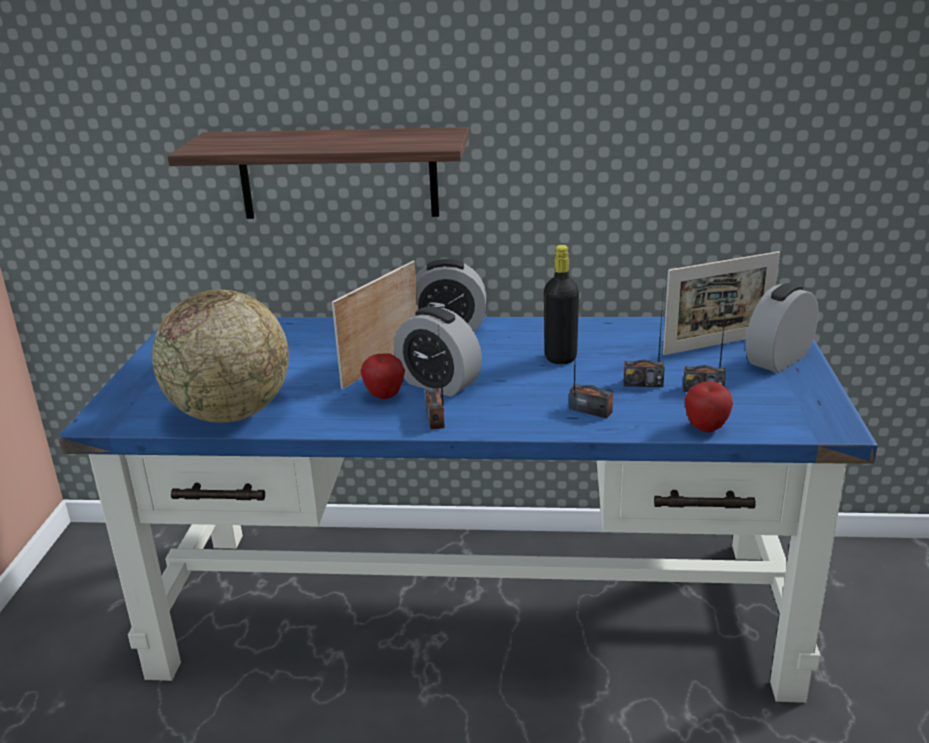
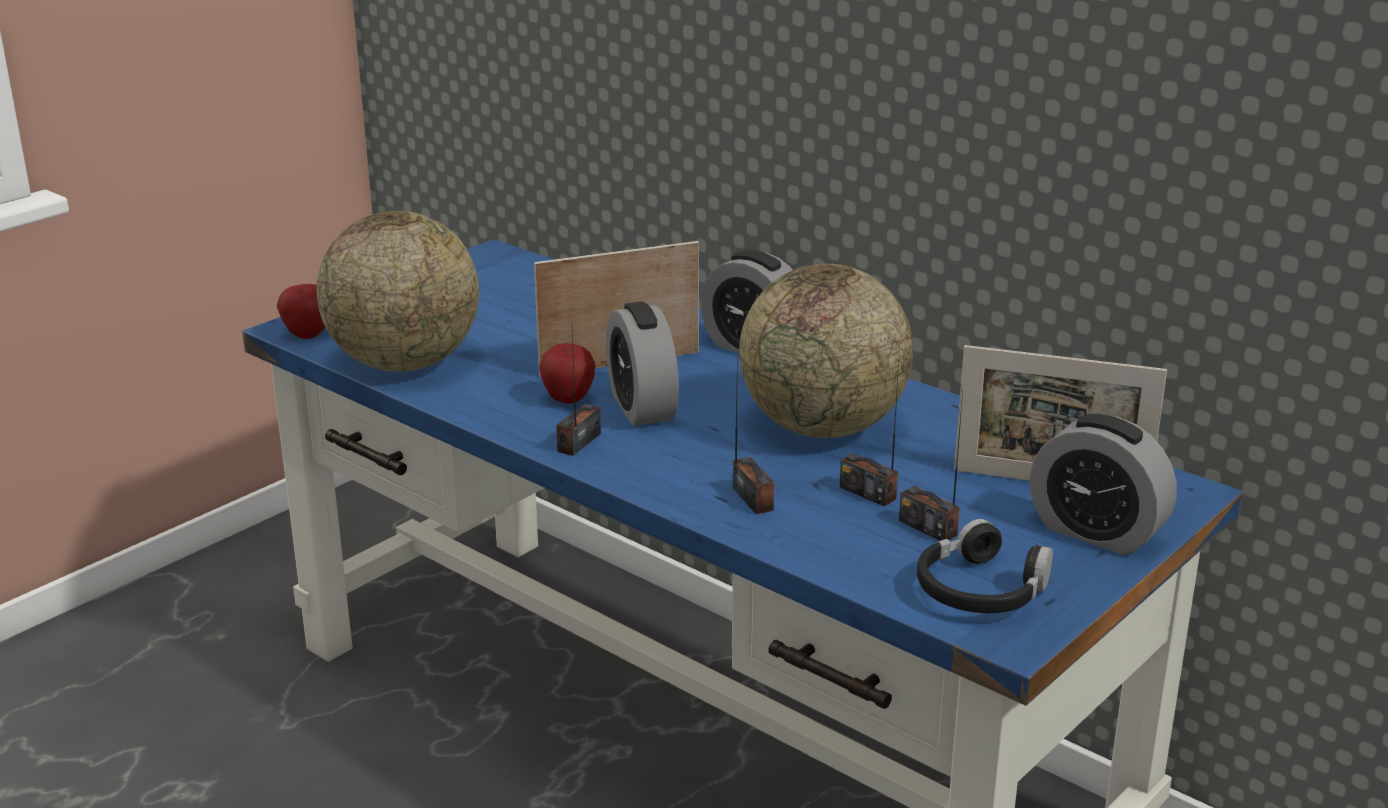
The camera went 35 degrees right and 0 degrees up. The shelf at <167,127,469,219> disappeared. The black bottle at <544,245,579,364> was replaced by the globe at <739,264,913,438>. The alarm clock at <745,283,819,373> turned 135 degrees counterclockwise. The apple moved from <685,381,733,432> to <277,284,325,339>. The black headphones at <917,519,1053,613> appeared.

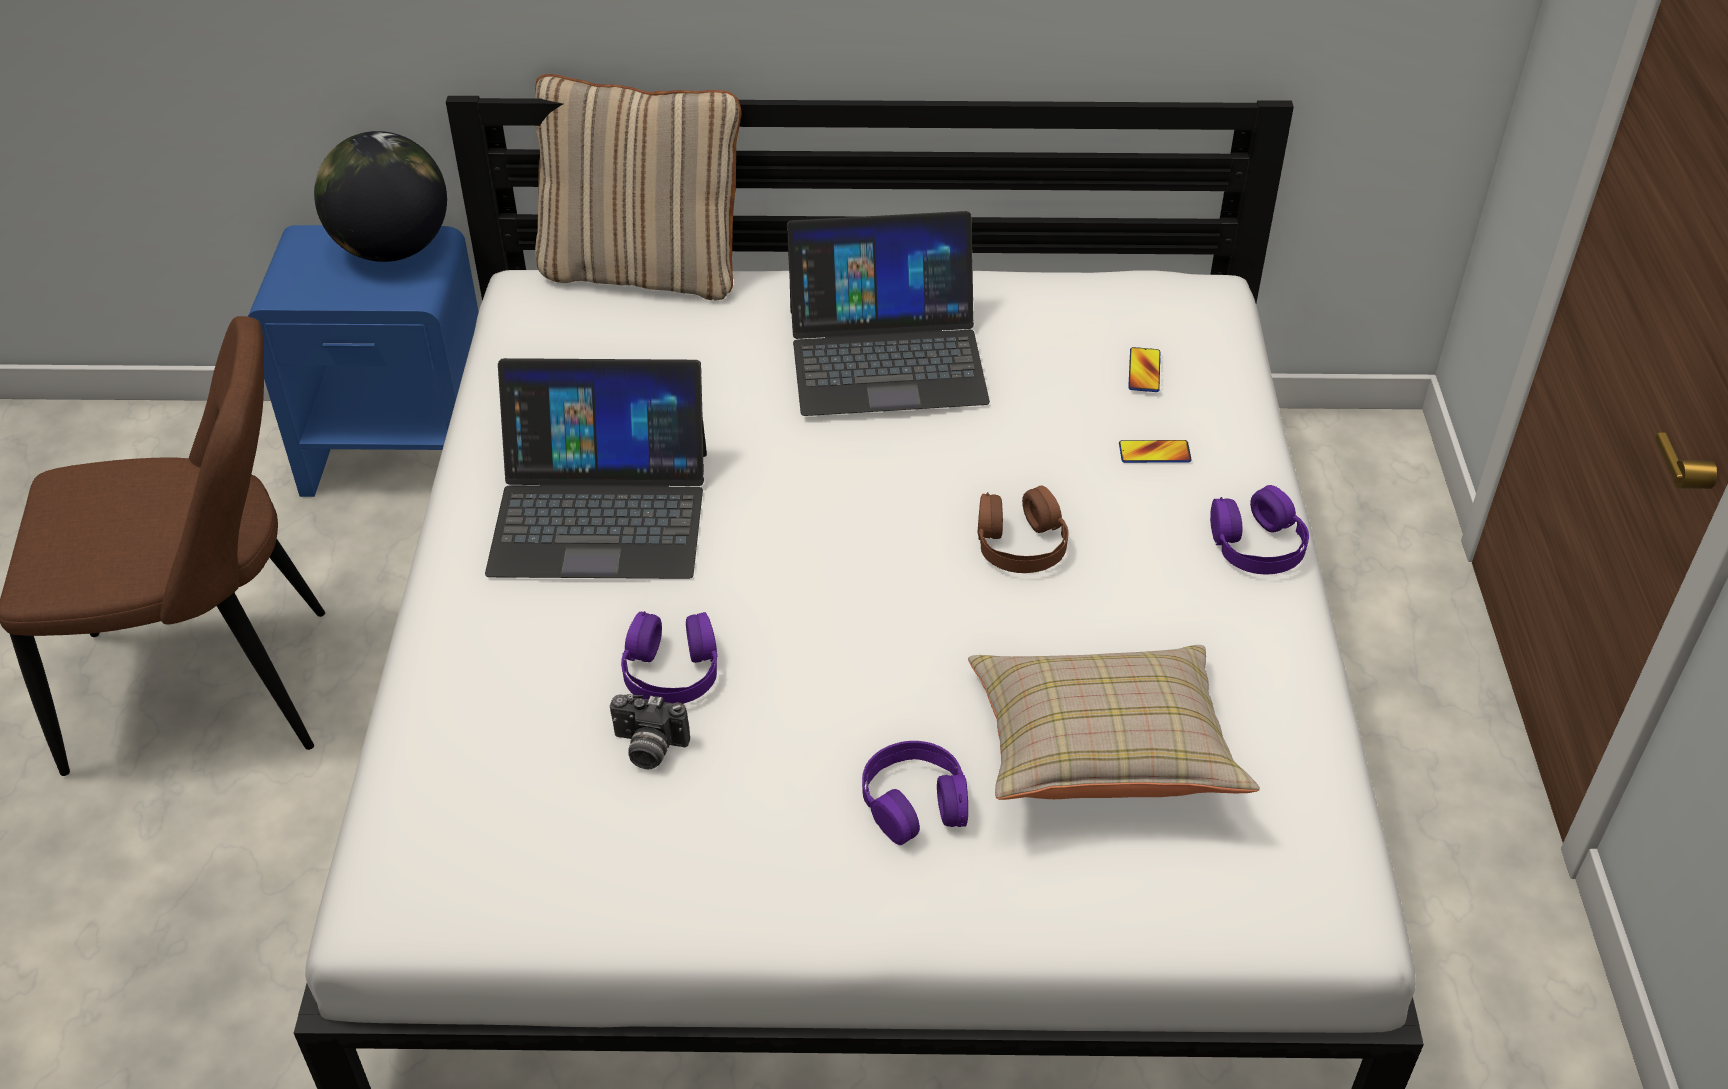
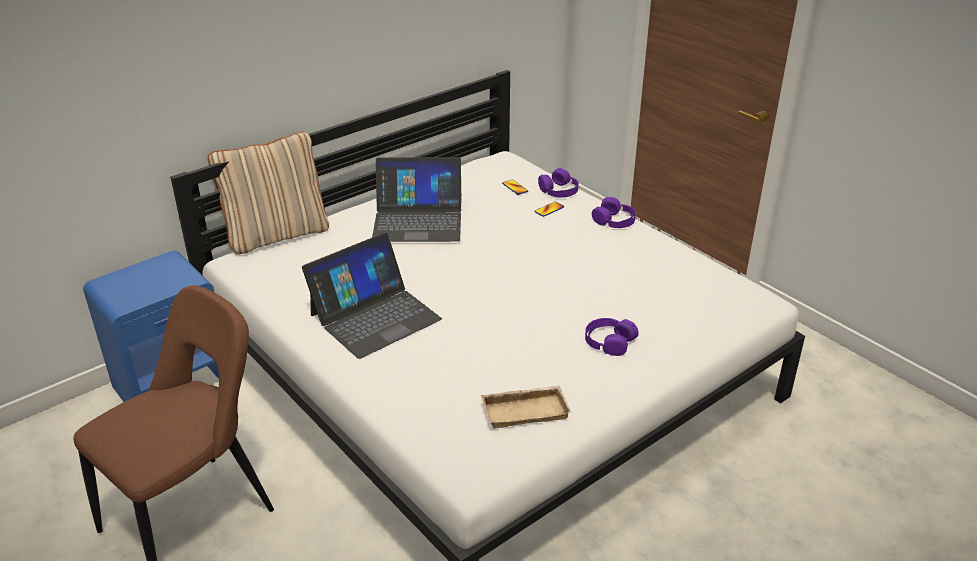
The camera went 40 degrees left and 10 degrees down. The globe at <314,131,447,262> disappeared. The laptop at <787,211,990,416> turned 45 degrees clockwise. The brown headphones at <978,485,1069,573> disappeared. The purple headphones moved from <621,611,718,704> to <538,168,579,198>. The beige pillow at <968,645,1260,800> disappeared. The photo camera at <610,694,690,769> disappeared. The beige tray at <481,385,571,428> appeared.

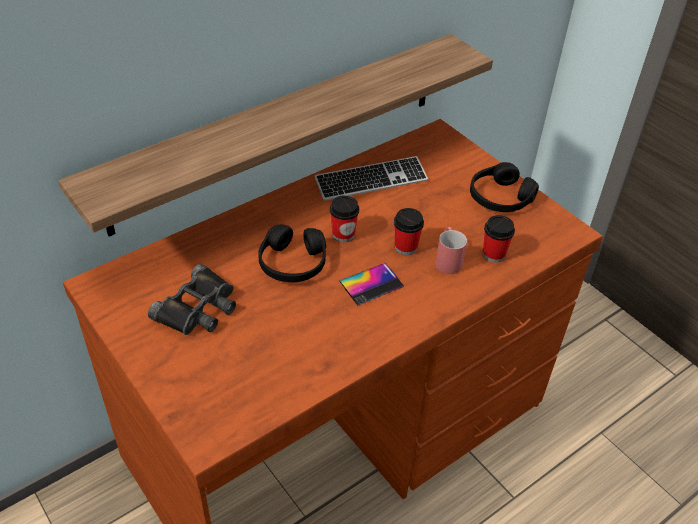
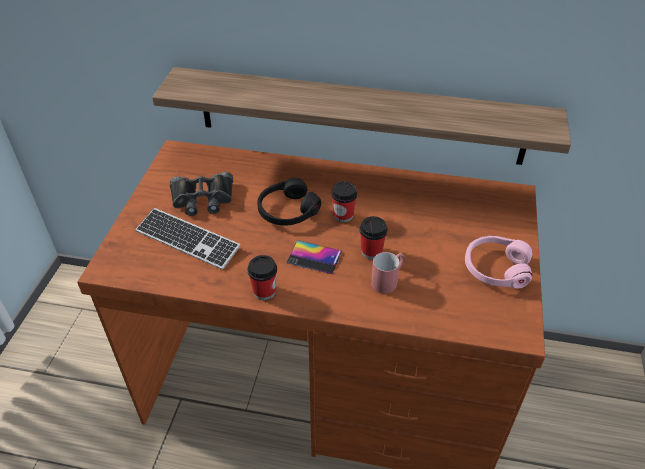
The camera went 50 degrees right and 0 degrees up. The keyboard moved from <314,156,428,201> to <135,208,241,270>. The black headphones at <470,162,539,212> became the pink headphones at <465,236,532,289>. The cup moved from <483,215,515,263> to <248,255,277,300>.

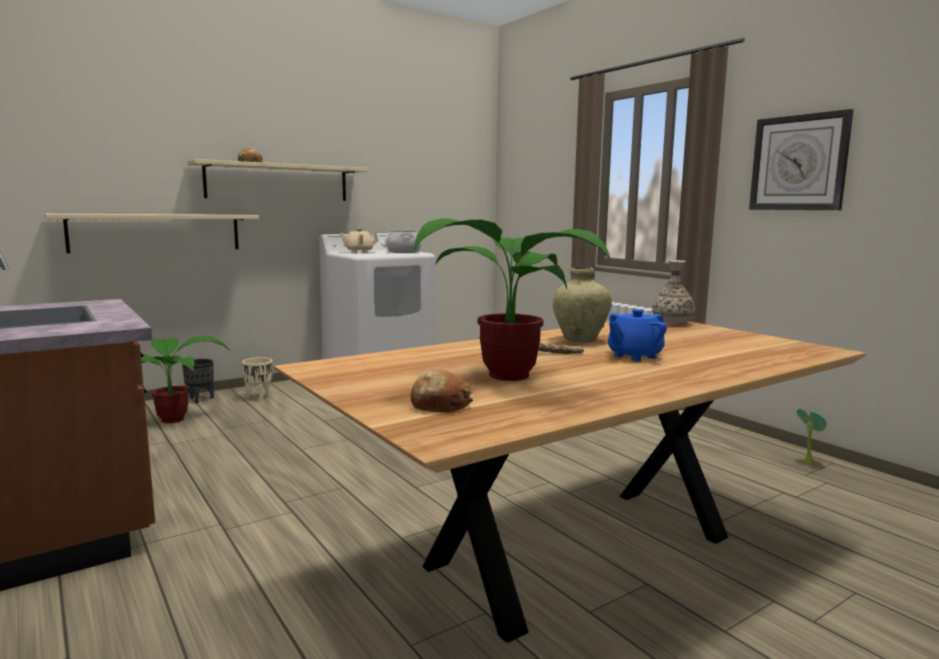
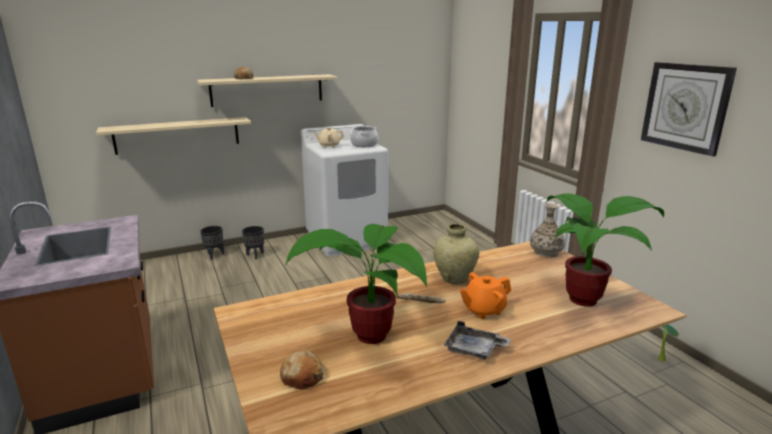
The camera went 10 degrees right and 10 degrees up. The blue teapot at <608,309,667,362> became the orange teapot at <460,272,511,319>. The potted plant moved from <141,336,230,423> to <547,193,664,307>. The beige planter at <242,357,272,401> became the black planter at <242,226,264,260>. The grey tray at <443,321,511,360> appeared.

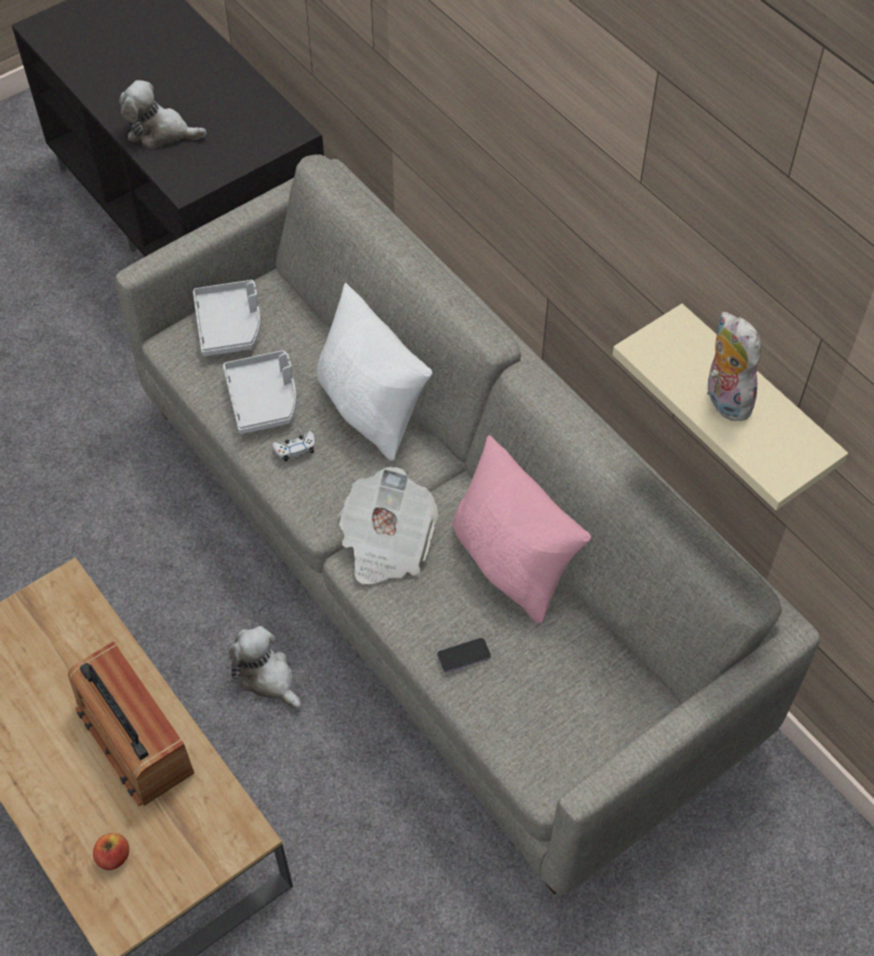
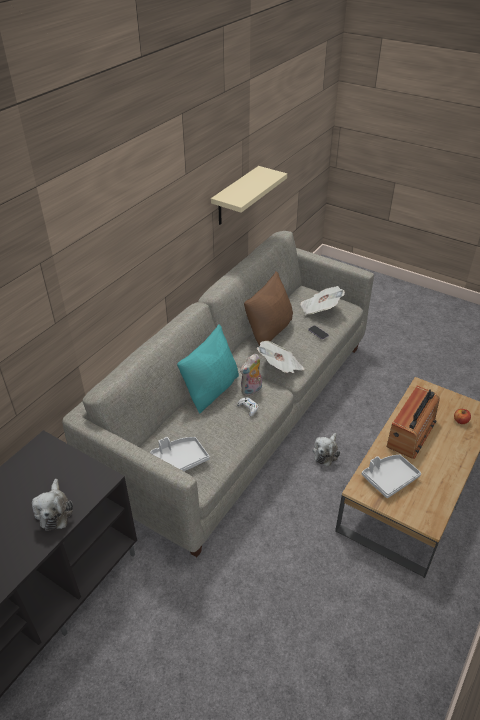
The camera went 110 degrees left and 15 degrees down. The white pillow at <317,283,432,461> became the turquoise pillow at <177,324,239,413>. The plush toy moved from <707,312,761,421> to <240,354,262,396>. The grey tray moved from <223,350,296,434> to <362,455,421,498>. The pink pillow at <452,435,591,623> became the brown pillow at <244,271,293,346>. The newspaper at <300,286,345,315> appeared.

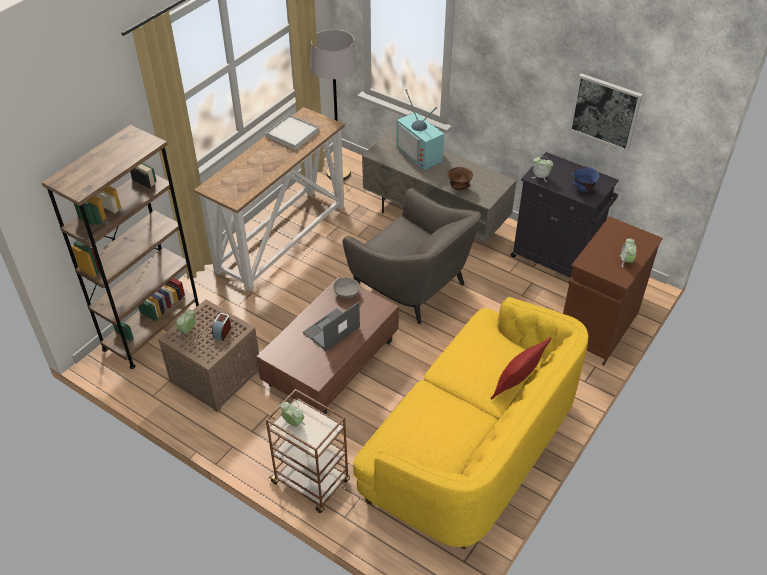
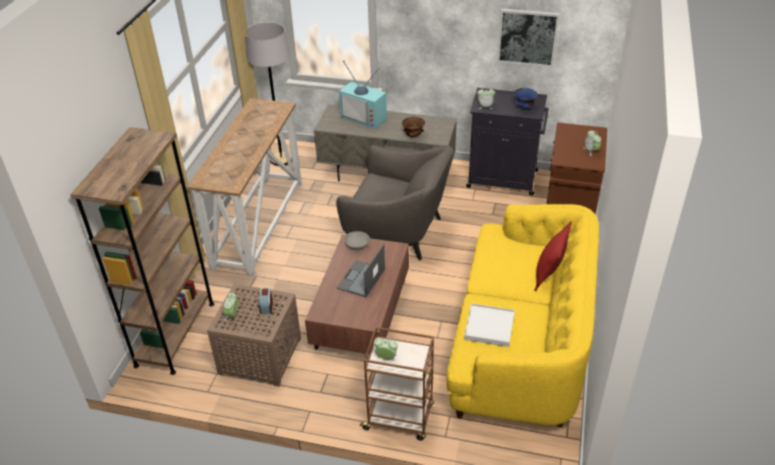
The camera went 20 degrees left and 5 degrees down. The white tray moved from <266,115,319,150> to <464,303,515,347>.

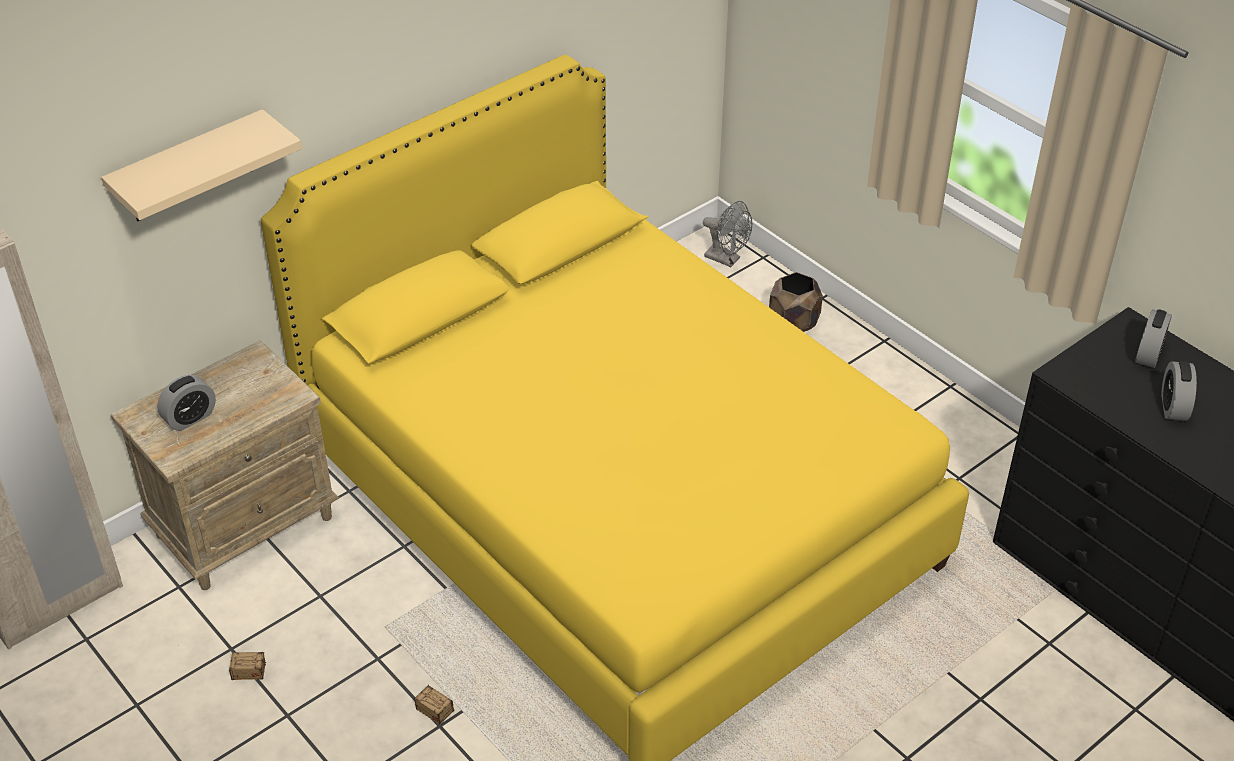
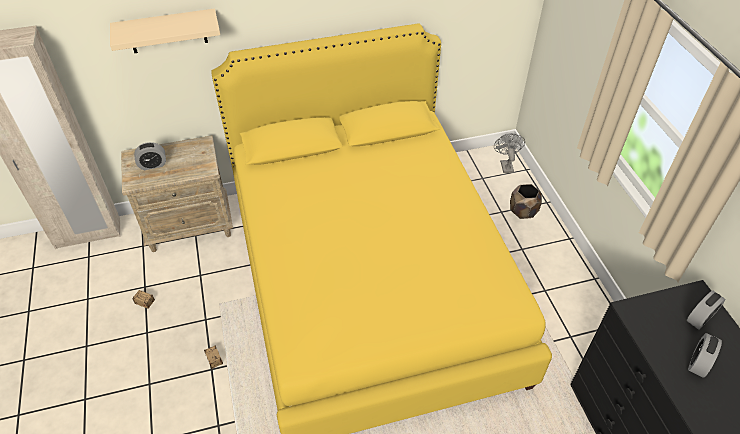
The camera went 25 degrees right and 5 degrees up. The grey fan at <703,201,752,267> turned 150 degrees counterclockwise.

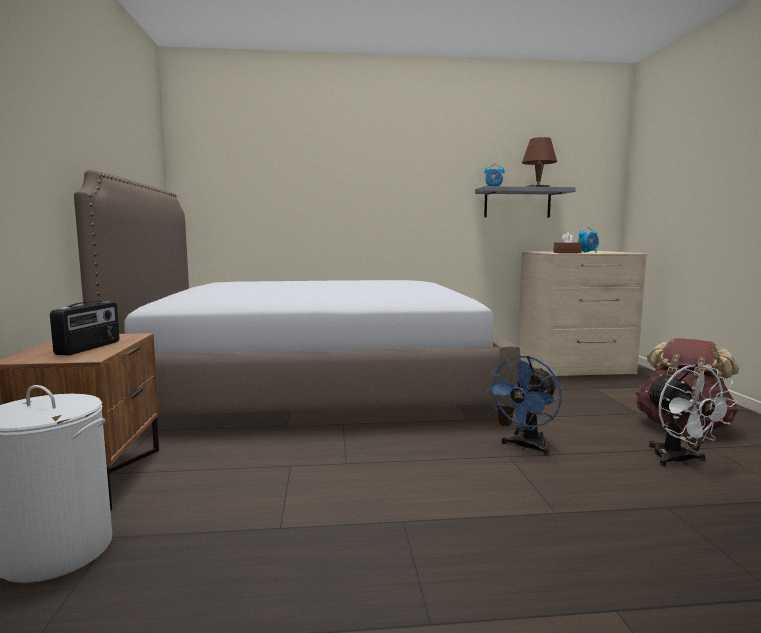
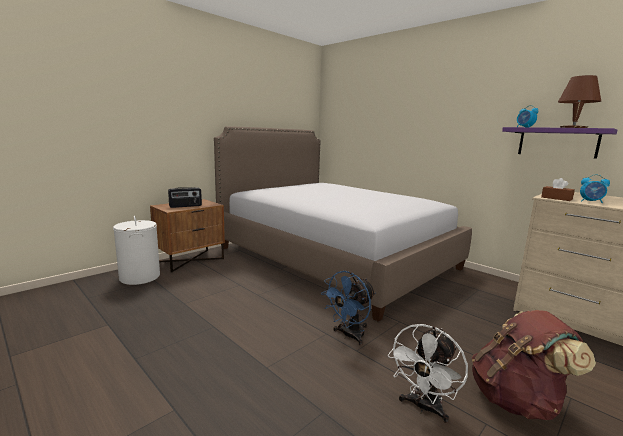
The camera went 50 degrees right and 5 degrees up. The grey shelf at <475,186,576,218> became the purple shelf at <502,127,617,159>. The blue fan at <486,356,562,456> turned 45 degrees counterclockwise.

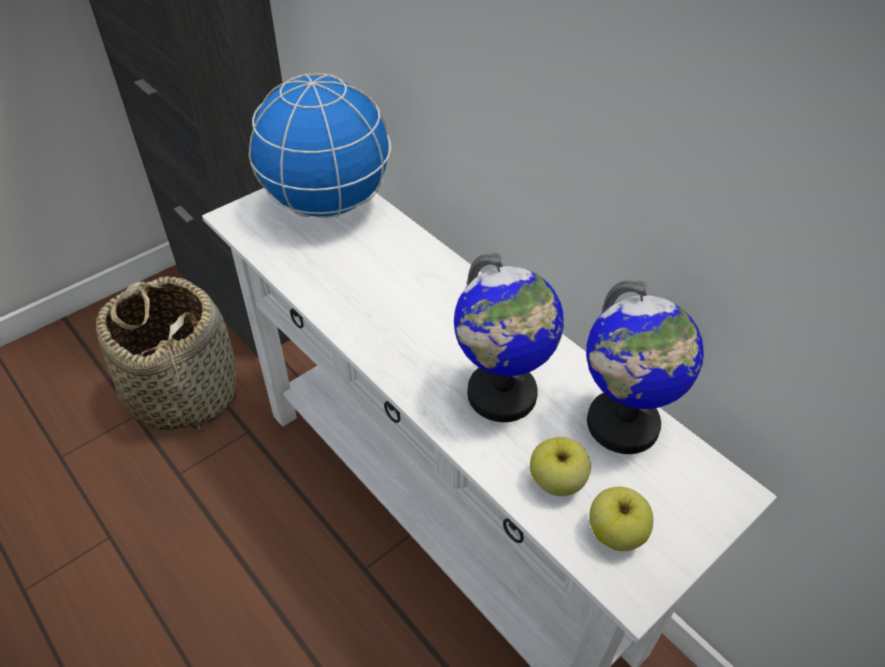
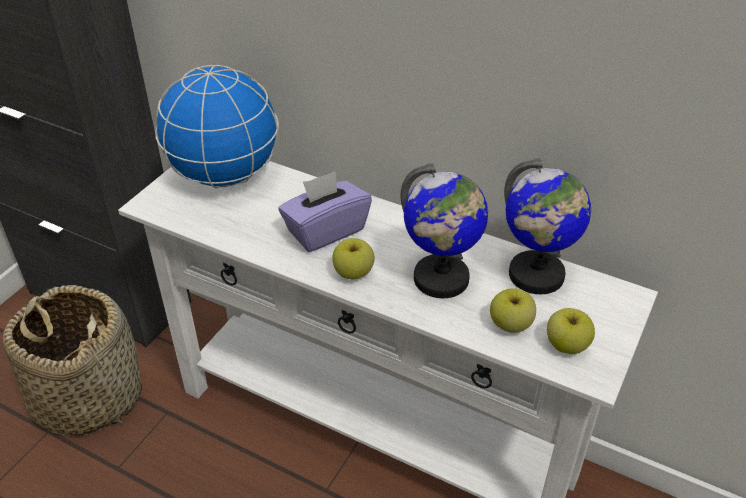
The camera went 20 degrees left and 5 degrees down. The purple tissue box at <278,171,372,252> appeared. The apple at <332,238,374,279> appeared.

